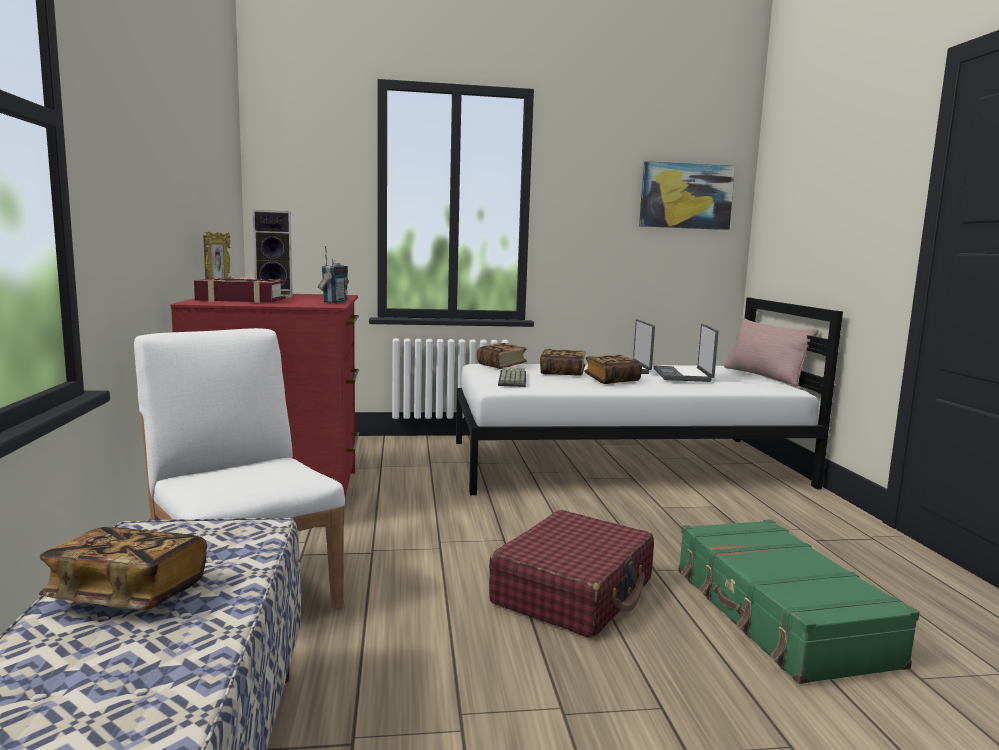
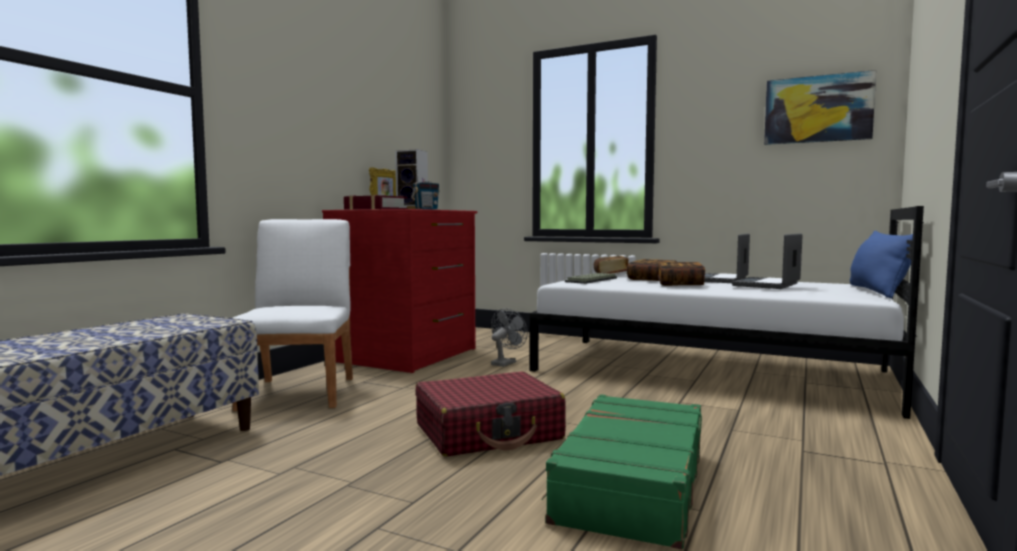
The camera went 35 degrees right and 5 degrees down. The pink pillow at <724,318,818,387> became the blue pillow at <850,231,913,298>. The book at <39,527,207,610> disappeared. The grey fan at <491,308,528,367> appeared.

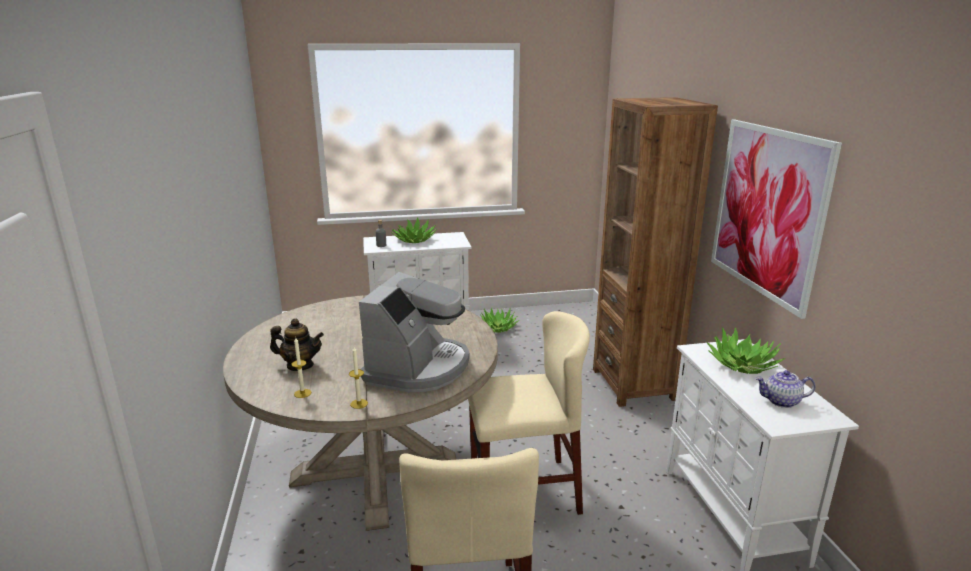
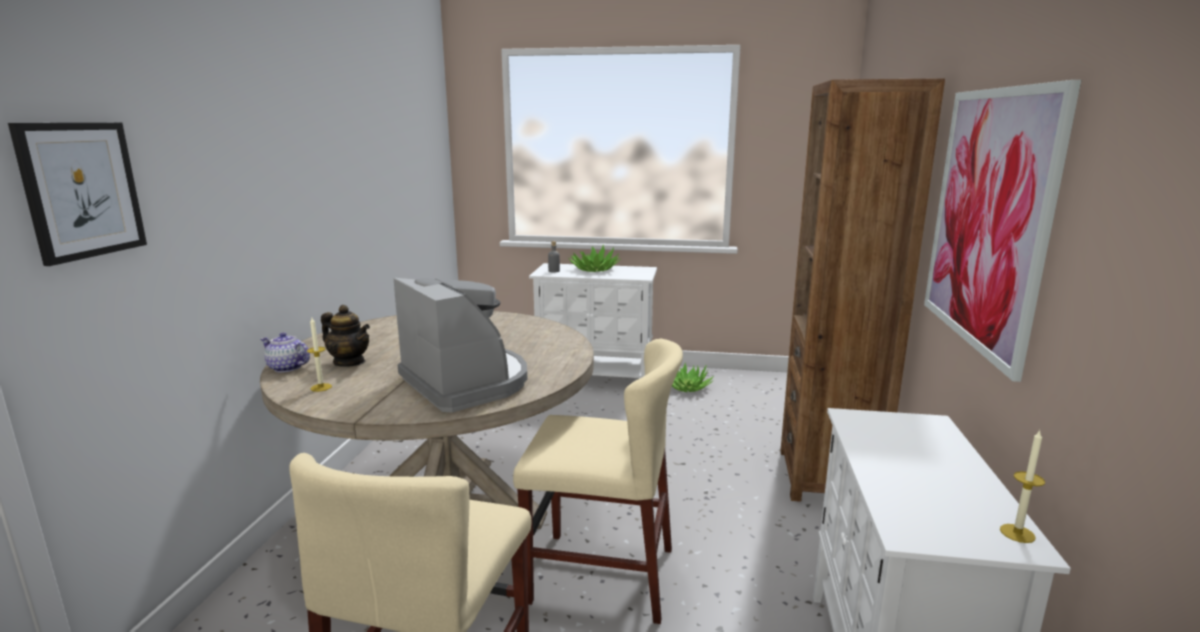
The camera went 20 degrees right and 5 degrees down. The coffee machine at <359,272,469,392> turned 75 degrees counterclockwise. The potted plant at <706,327,786,374> disappeared. The candle moved from <349,347,368,409> to <1000,430,1045,543>. The teapot moved from <756,370,816,408> to <261,332,310,373>. The picture at <8,123,147,266> appeared.

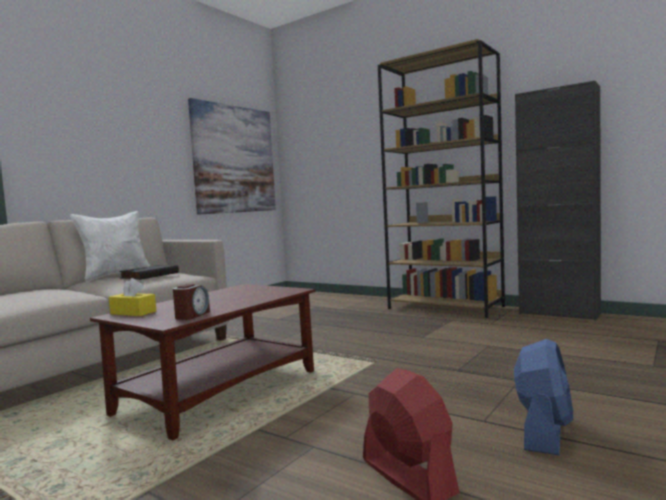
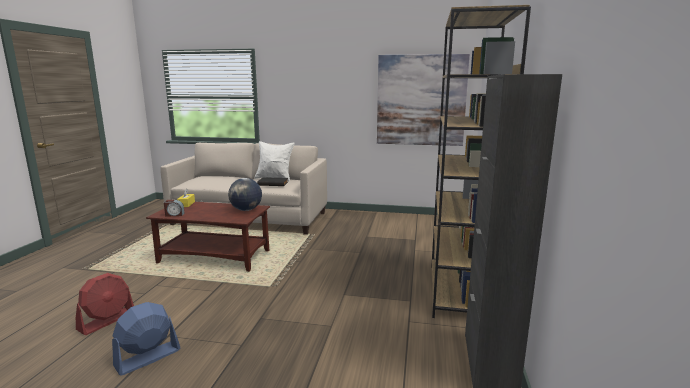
The camera went 65 degrees right and 10 degrees up. The blue fan at <514,339,573,455> turned 135 degrees clockwise. The globe at <228,178,262,211> appeared.

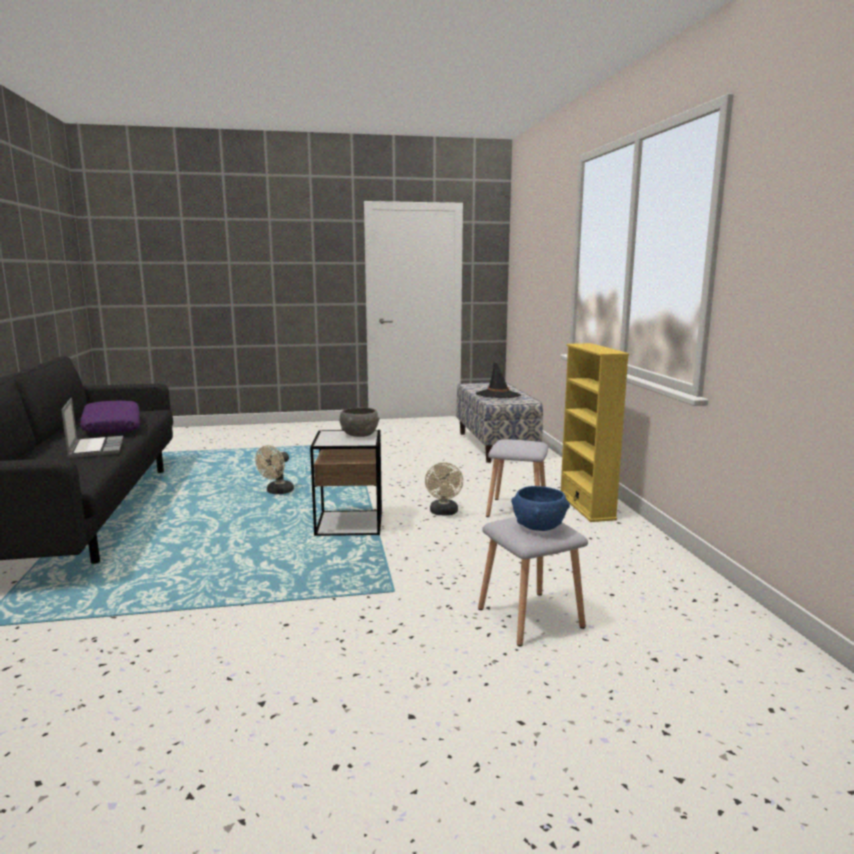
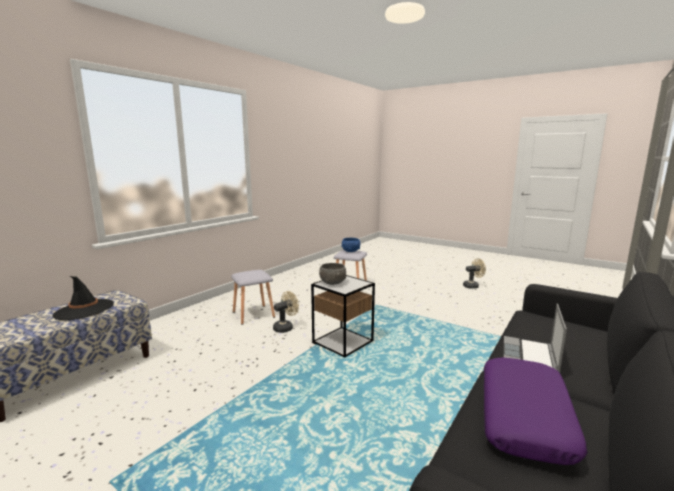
The camera went 135 degrees left and 0 degrees up. The yellow bookcase at <561,343,629,522> disappeared. The beige fan moved from <255,445,294,494> to <463,259,486,289>.

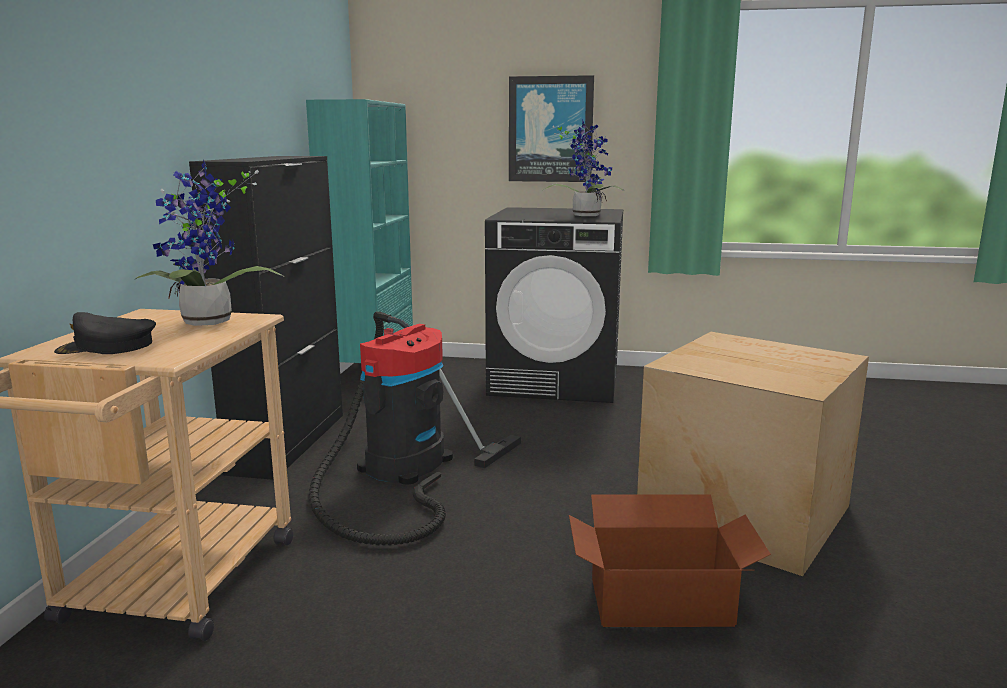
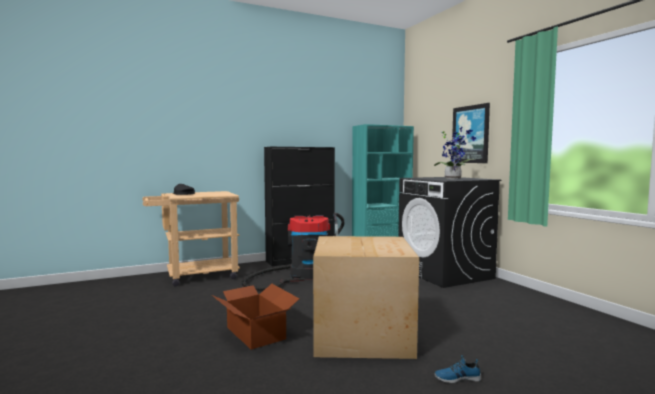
The camera went 55 degrees right and 10 degrees down. The potted plant at <134,160,283,326> disappeared. The shoe at <434,355,481,383> appeared.

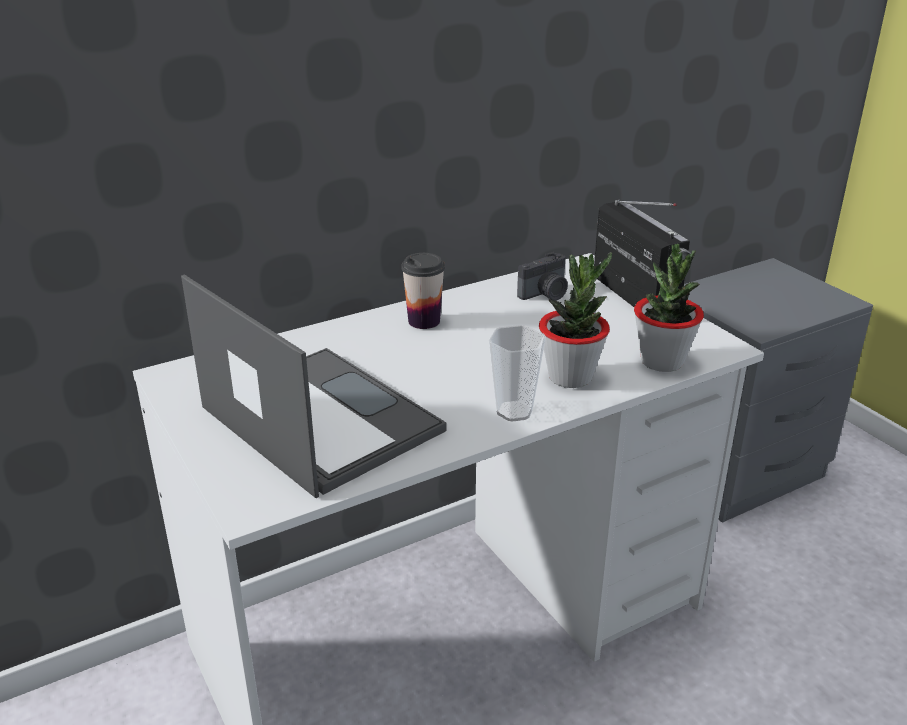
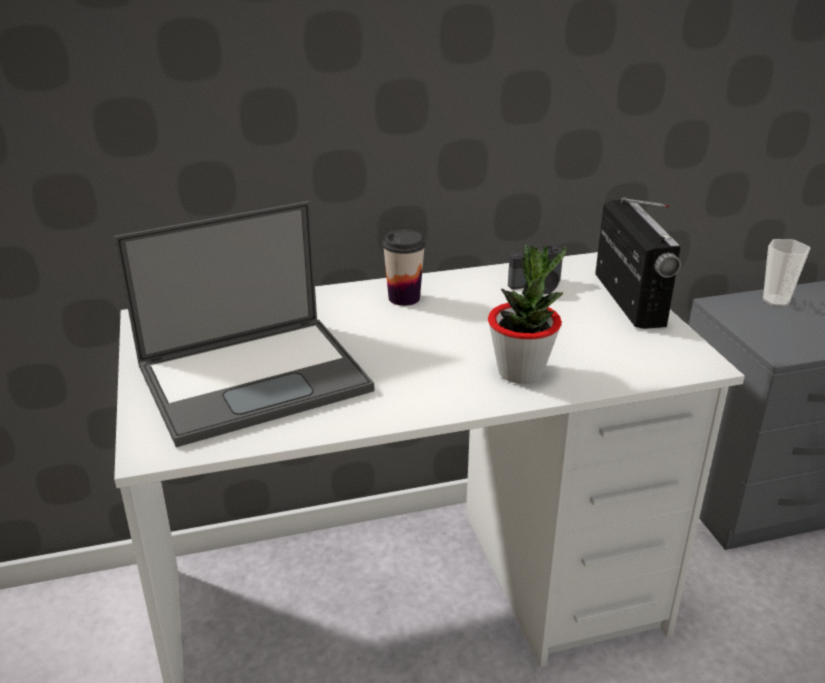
The camera went 15 degrees right and 0 degrees up. The potted plant at <634,244,704,372> disappeared. The laptop at <181,274,447,498> turned 90 degrees clockwise. The cup moved from <489,325,546,422> to <763,239,810,307>.

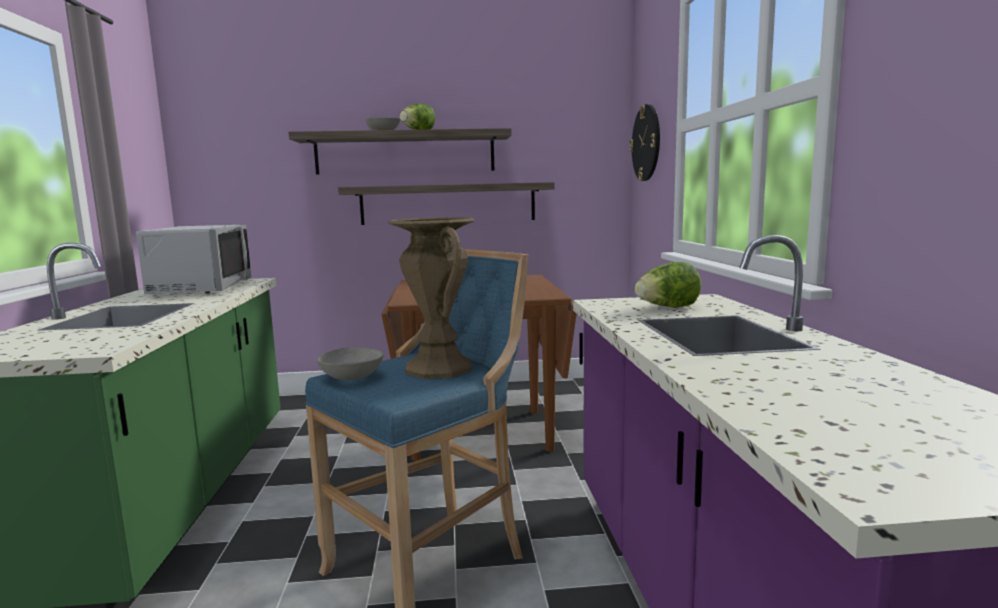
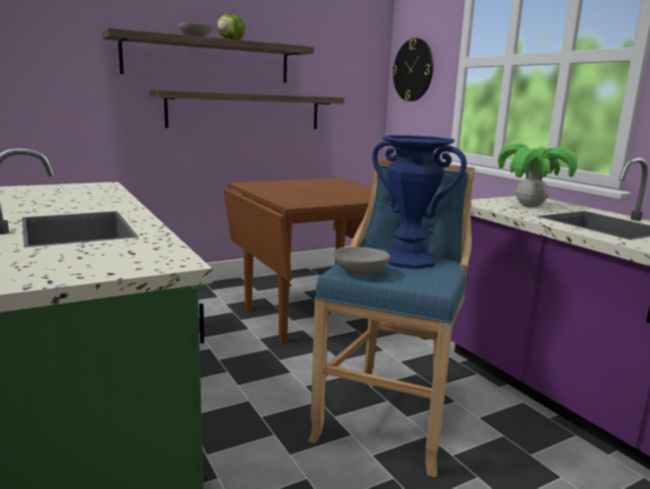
The camera went 25 degrees left and 5 degrees up. The brown vase at <388,217,475,379> became the blue vase at <372,135,467,269>. The grey microwave at <136,225,251,295> disappeared. The lettuce at <635,262,701,307> was replaced by the potted plant at <498,144,577,207>.

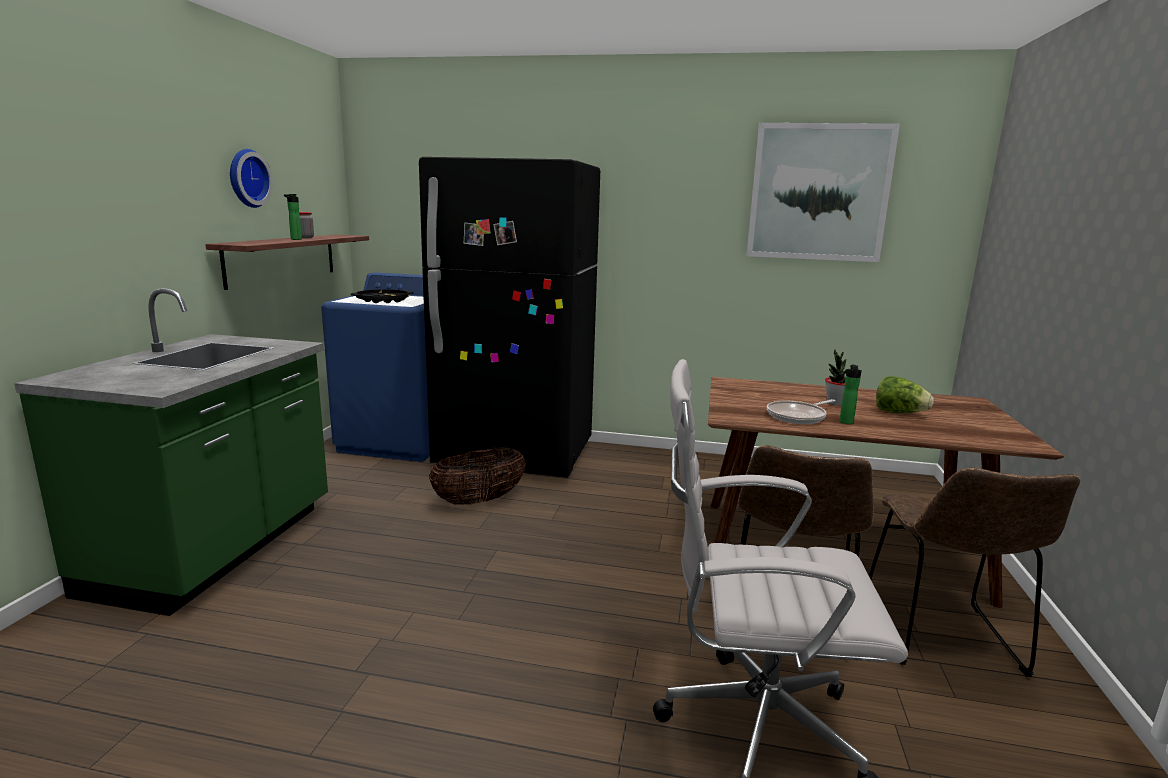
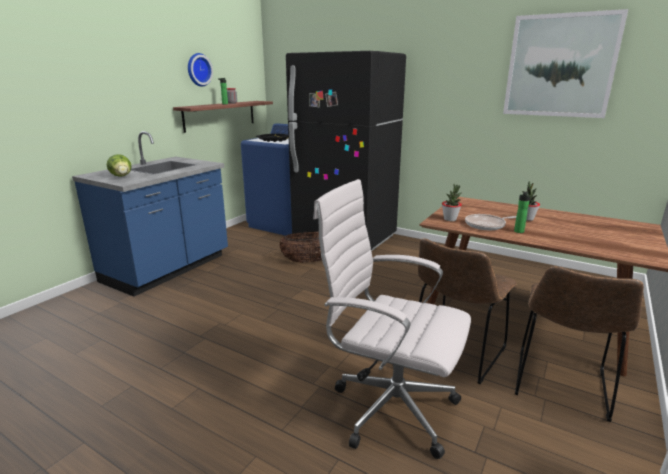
The camera went 20 degrees right and 5 degrees up. The green counter at <14,288,328,616> became the blue counter at <72,131,228,297>. The lettuce moved from <876,376,934,413> to <107,154,132,177>. The potted plant at <442,184,462,221> appeared.

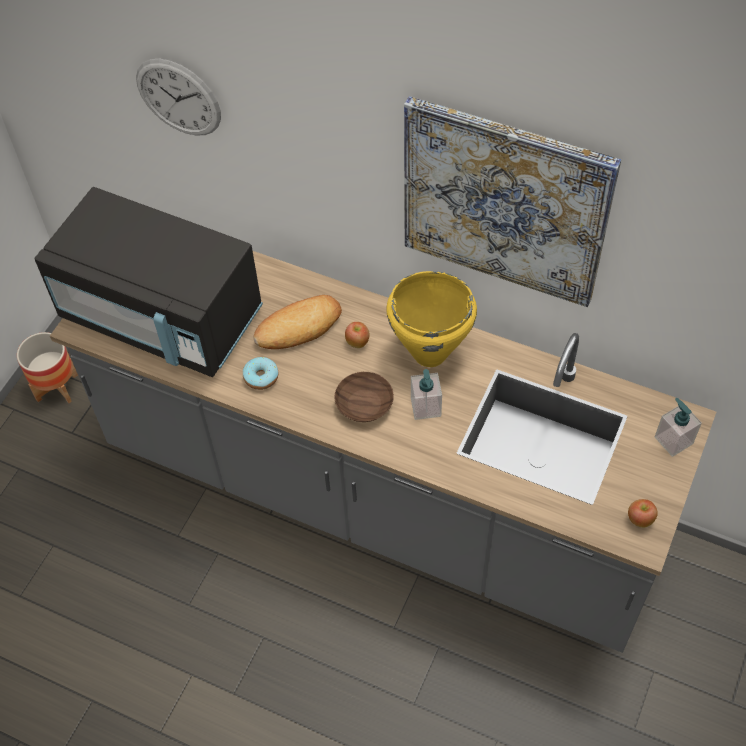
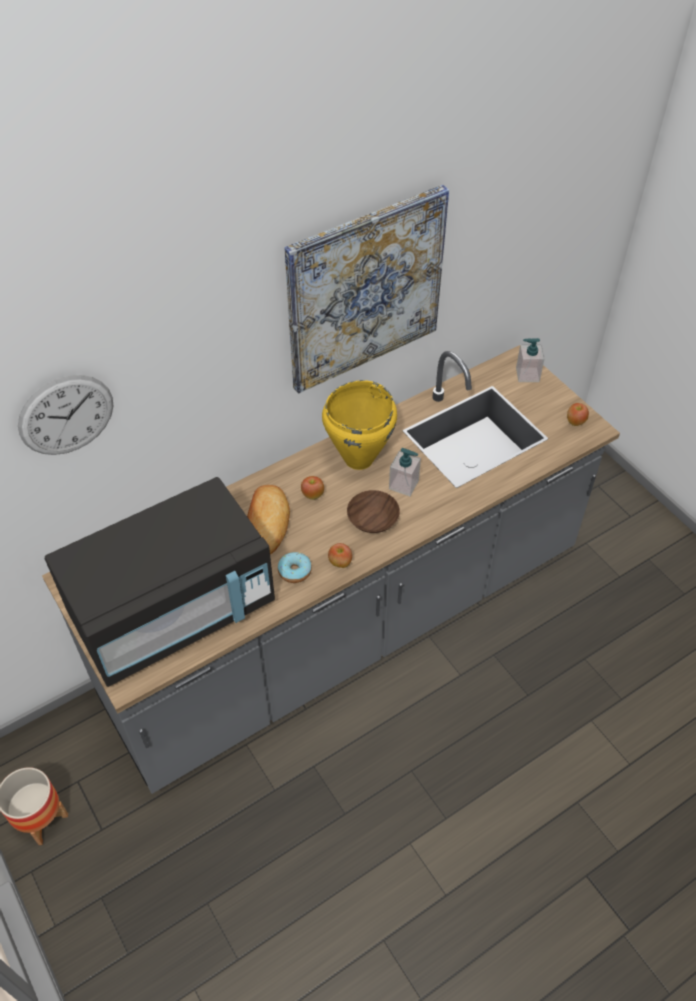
The camera went 60 degrees left and 5 degrees down. The apple at <328,543,352,568> appeared.

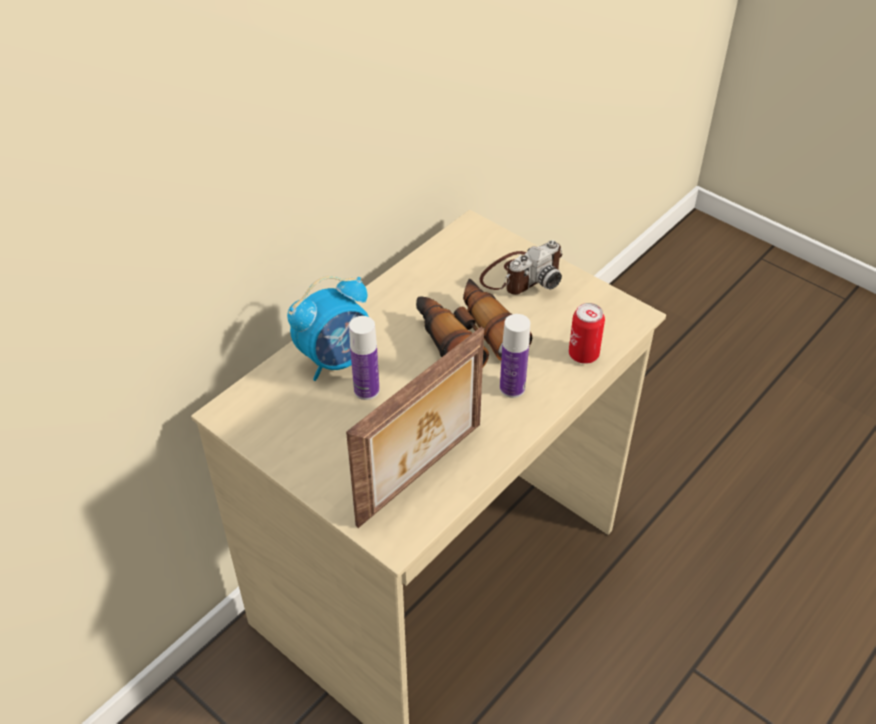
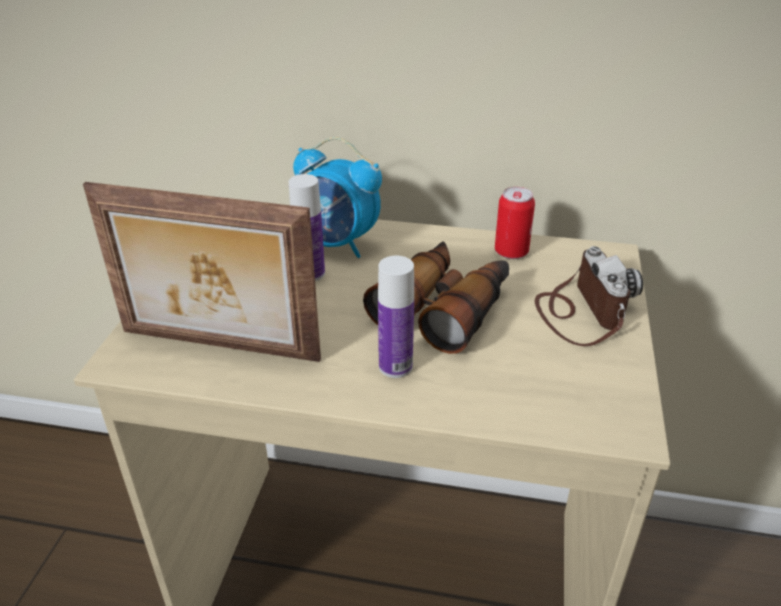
The camera went 60 degrees right and 10 degrees down. The photo camera at <479,240,563,295> turned 120 degrees counterclockwise. The can moved from <569,303,605,364> to <495,187,535,259>.

